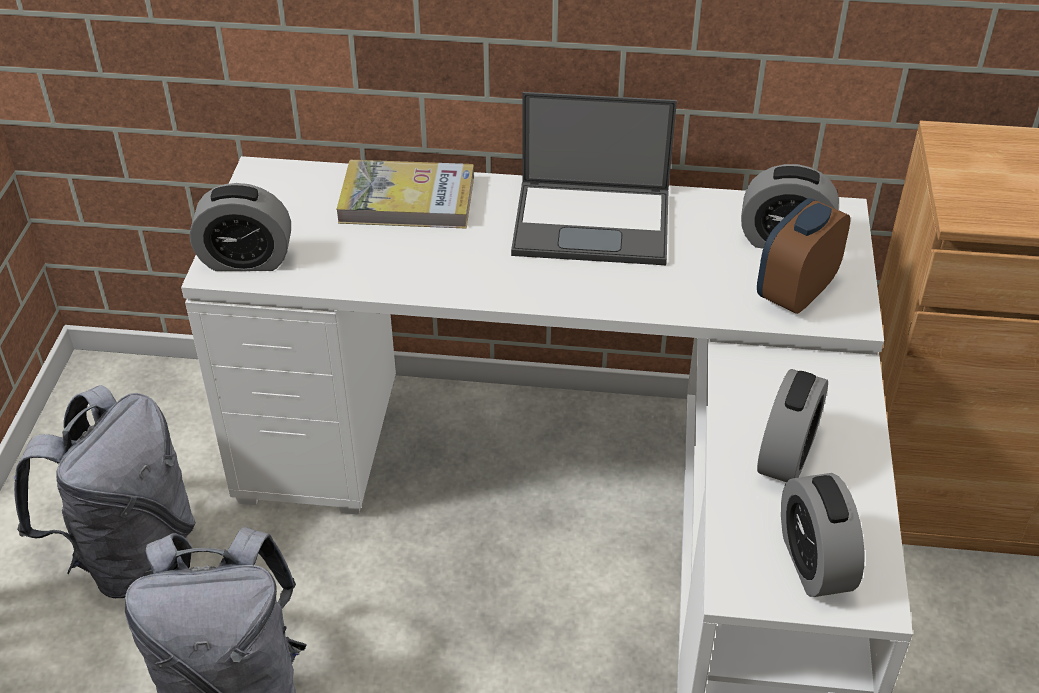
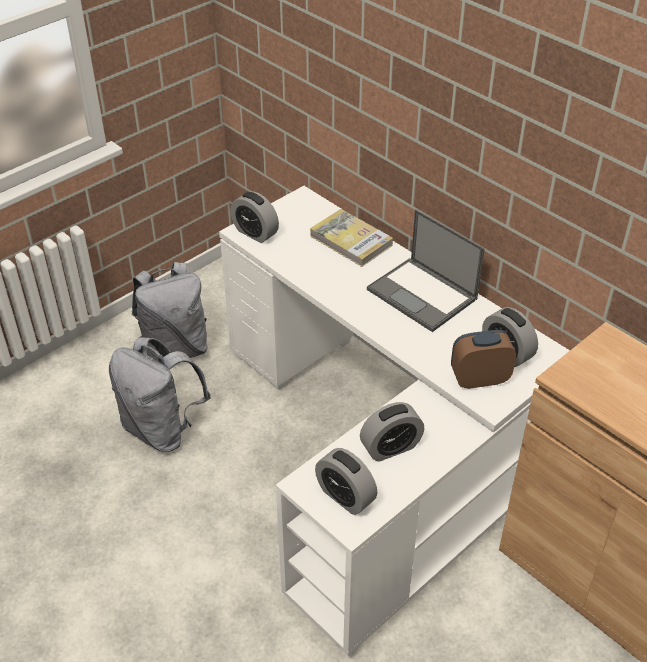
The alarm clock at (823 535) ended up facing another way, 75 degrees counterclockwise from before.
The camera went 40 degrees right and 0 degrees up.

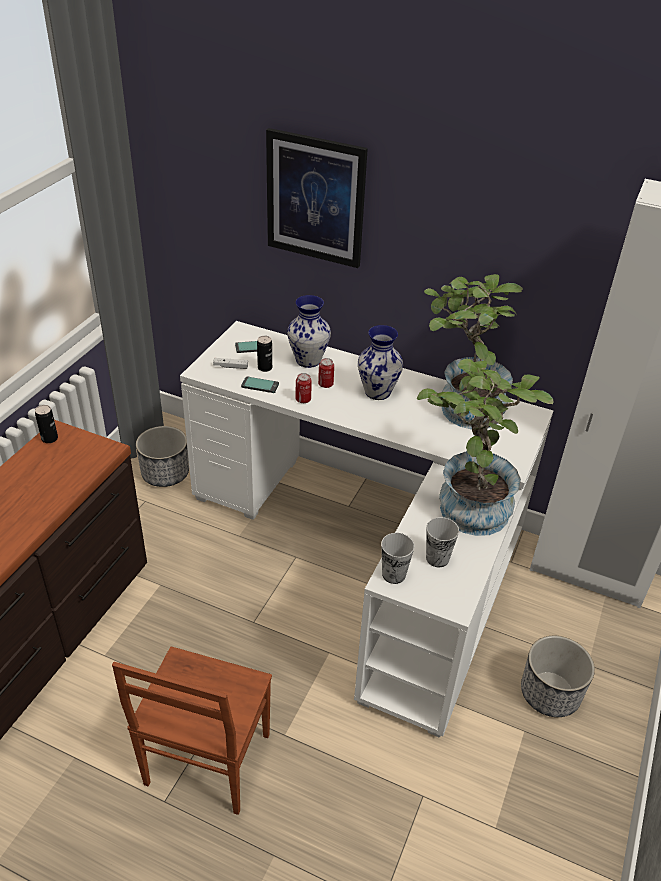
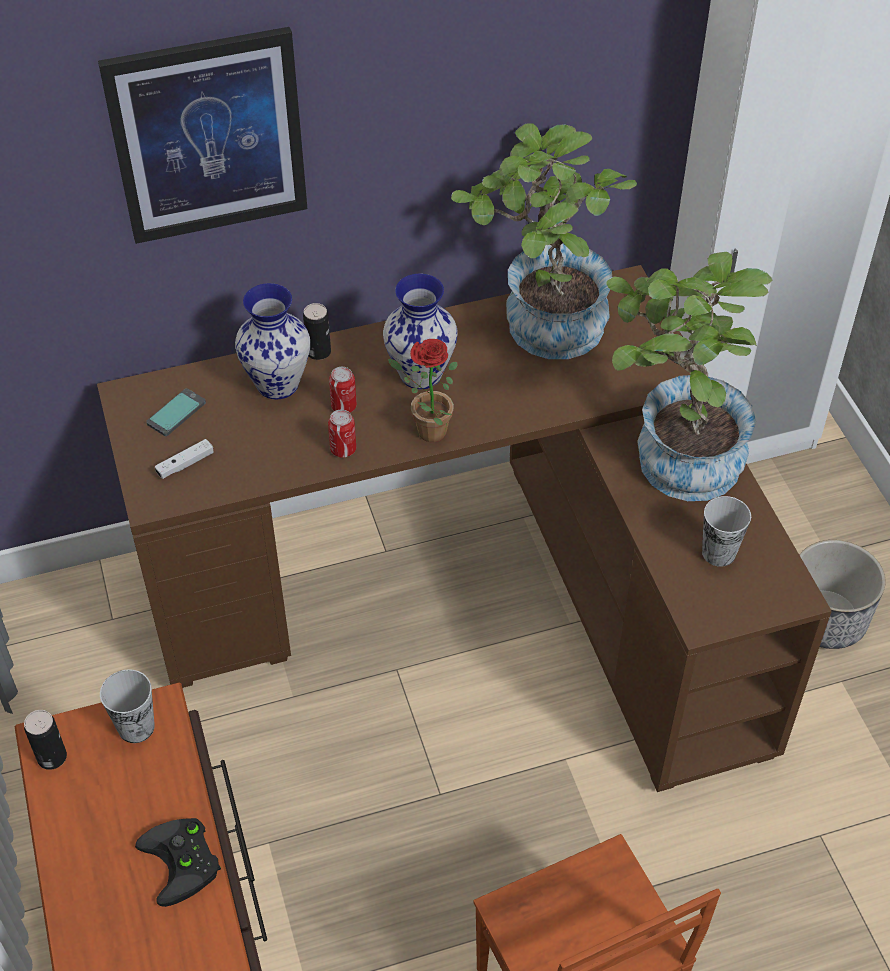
What was the white desk at (366 529) turned into the brown desk at (464 528).
The cup ended up elsewhere, having gone from (398 558) to (127 706).
The second view gained the black game controller at (178 862).
The can ended up elsewhere, having gone from (264 354) to (317 331).
The second view gained the potted plant at (423 390).
The second view lost the planter at (162 456).
The second view lost the phone at (260 385).
The camera went 40 degrees left and 10 degrees up.

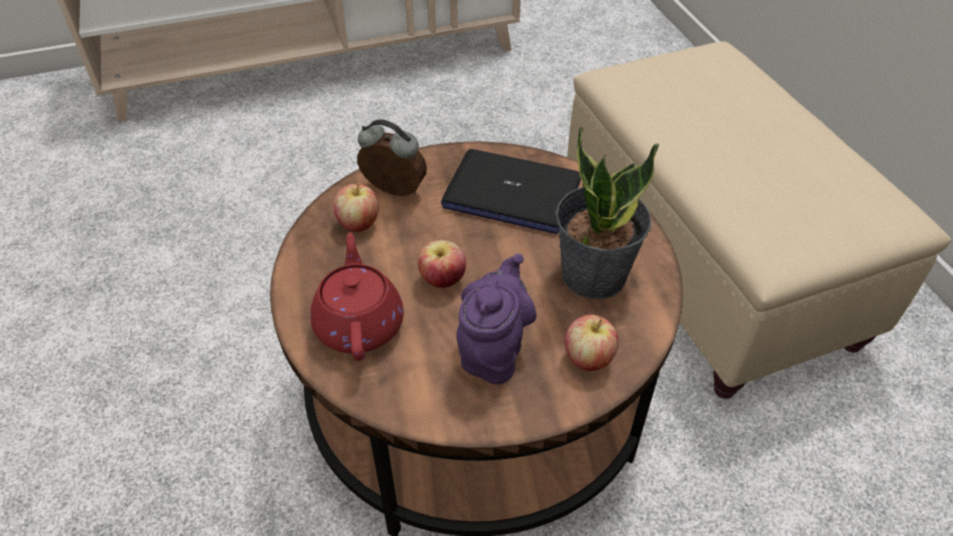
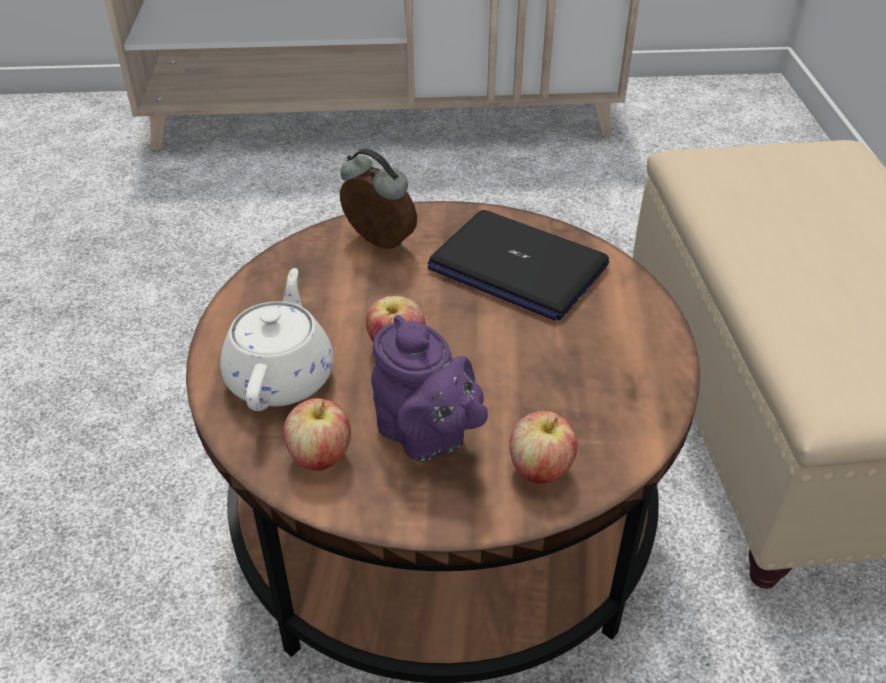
What was the red teapot at (356 297) turned into the white teapot at (277 339).
The apple ended up elsewhere, having gone from (356 207) to (317 434).
The purple teapot at (496 318) ended up facing another way, 105 degrees clockwise from before.
The second view lost the potted plant at (607 212).
The camera went 15 degrees right and 5 degrees down.

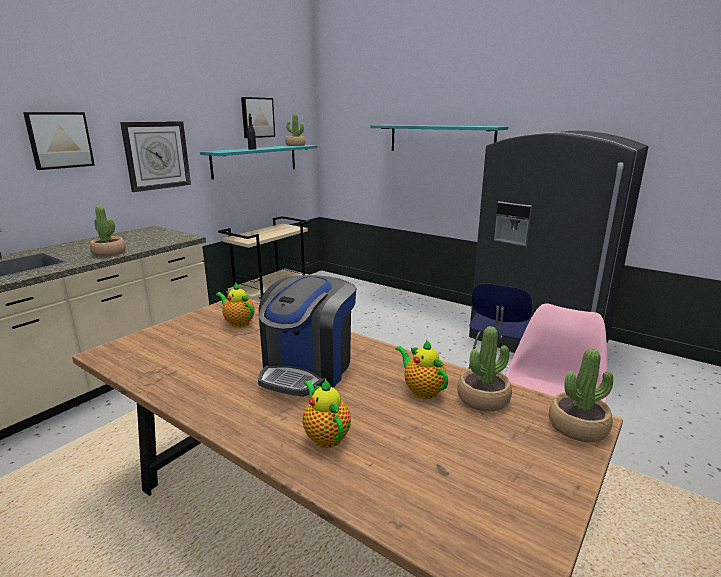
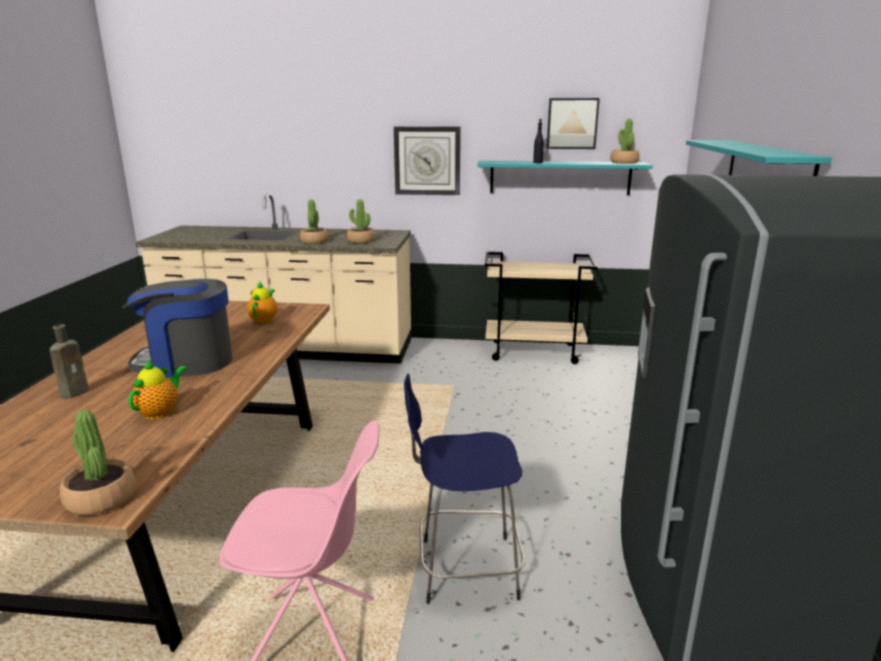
Where the teapot stood at (327 413), the brown bottle came to stand at (69 361).
The potted plant ended up elsewhere, having gone from (484 369) to (361 221).
The second view lost the picture at (59 141).
The camera went 60 degrees right and 0 degrees up.

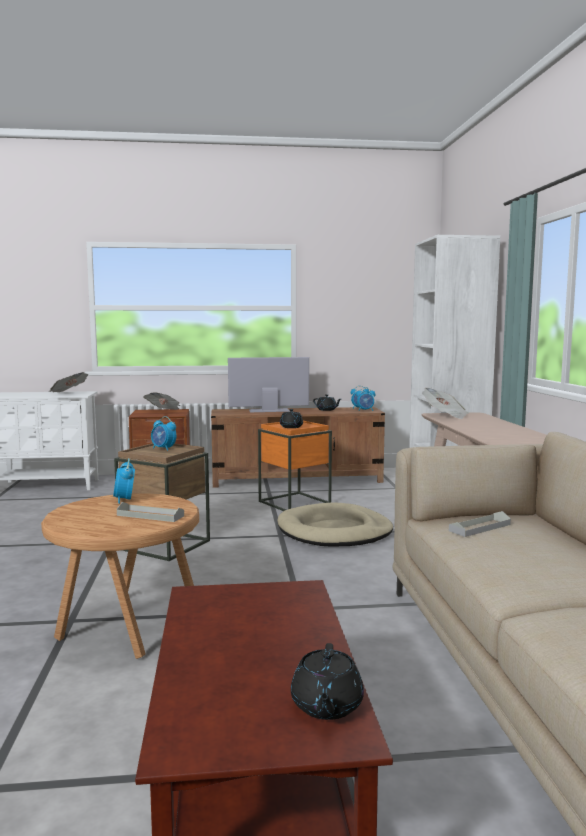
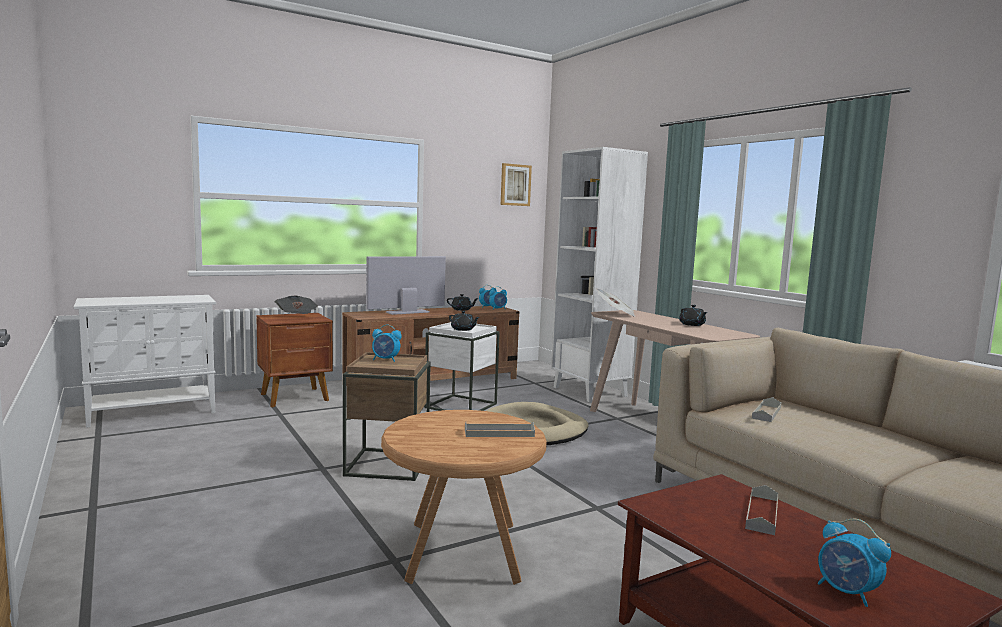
What was the orange side table at (295 466) turned into the white side table at (462 366).
The second view gained the picture at (516 184).
The black teapot ended up elsewhere, having gone from (327 681) to (693 315).
The second view gained the grey tray at (761 510).
The alarm clock ended up elsewhere, having gone from (124 481) to (854 563).
The second view lost the newspaper at (68 382).
The camera went 25 degrees left and 0 degrees up.

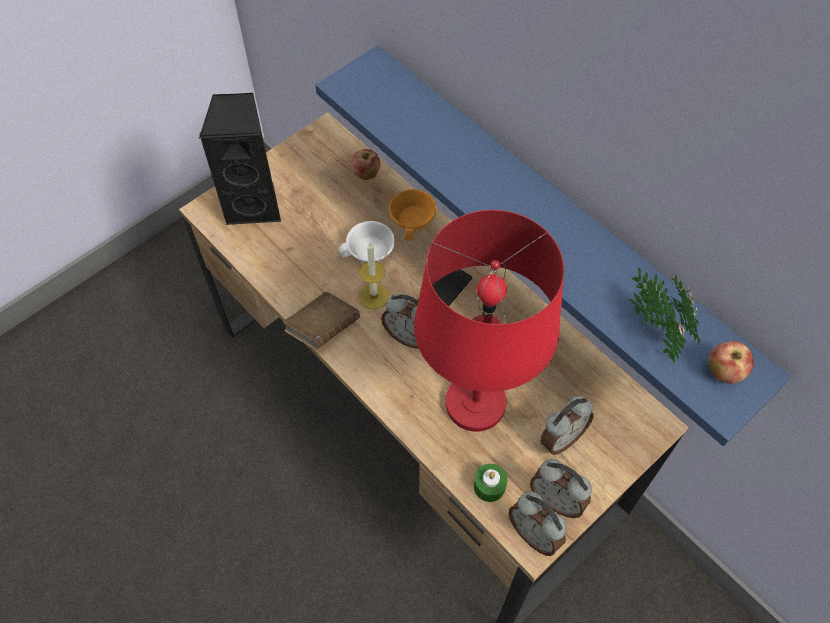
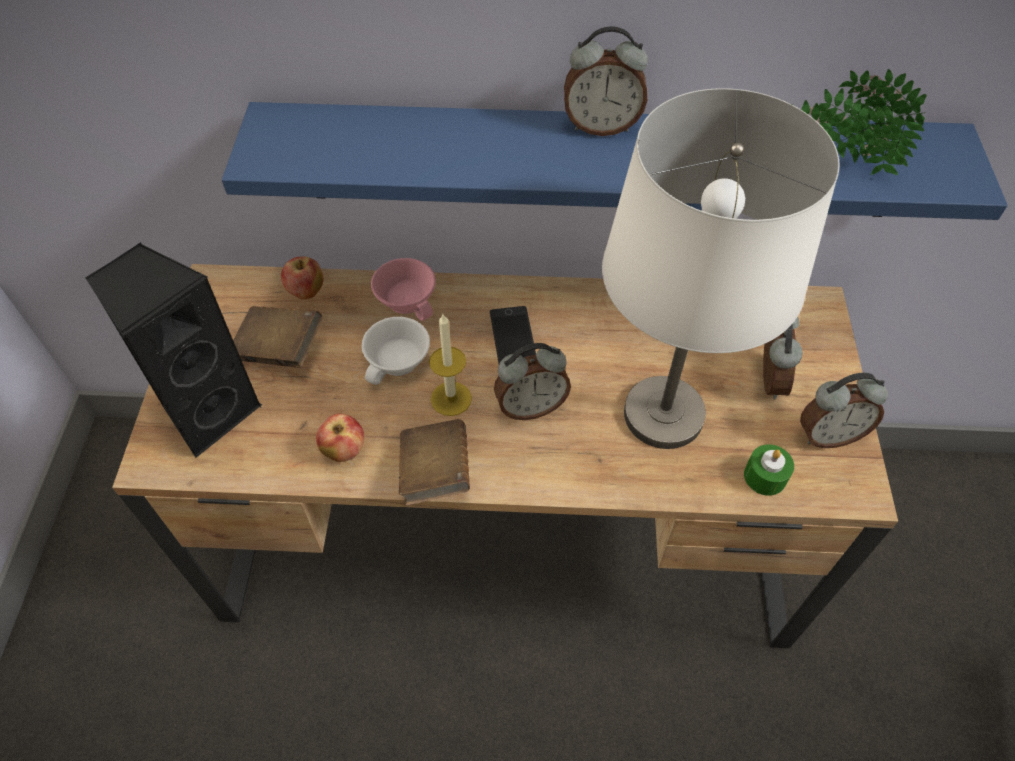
The second view gained the brown book at (277 337).
The apple ended up elsewhere, having gone from (731 362) to (340 438).
What was the orange cup at (413 215) turned into the pink cup at (403 289).
The alarm clock ended up elsewhere, having gone from (538 524) to (606 81).
What was the red table lamp at (489 321) turned into the white table lamp at (720 268).
The camera went 45 degrees left and 5 degrees down.

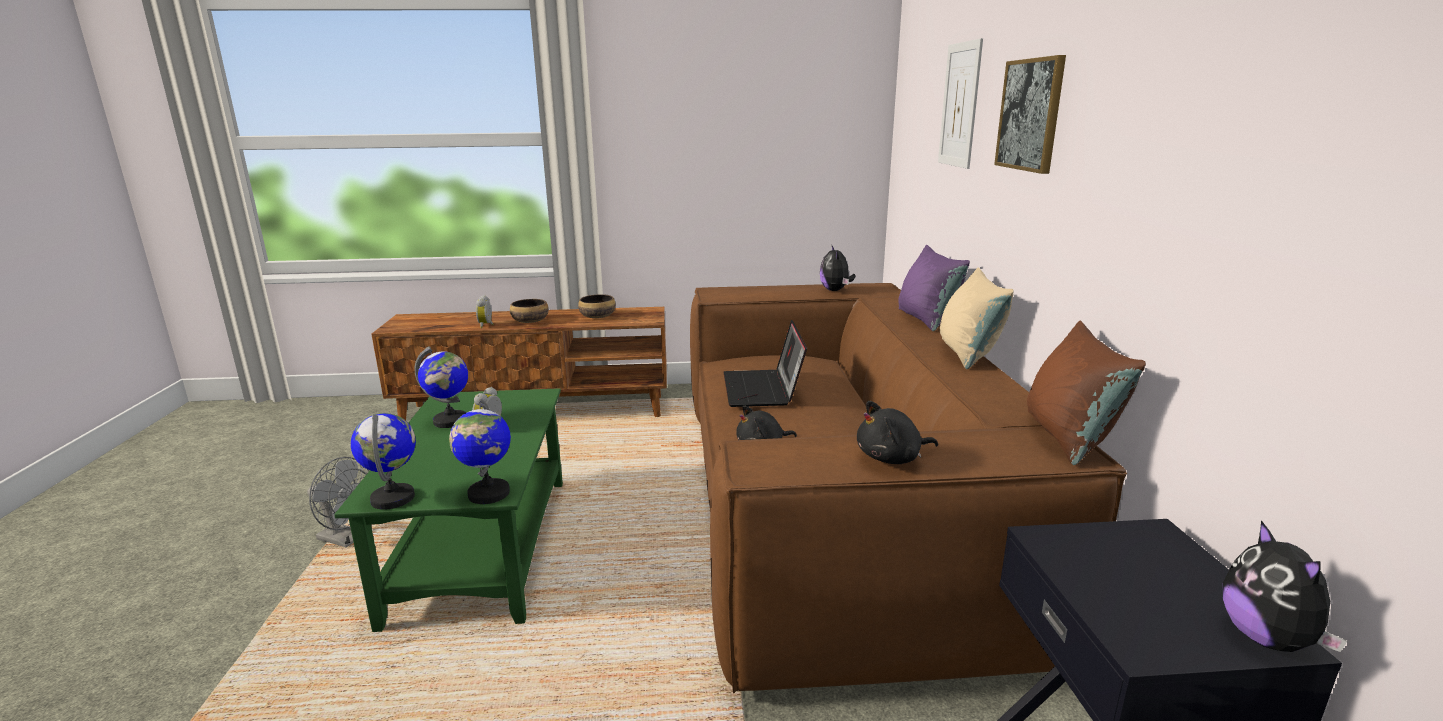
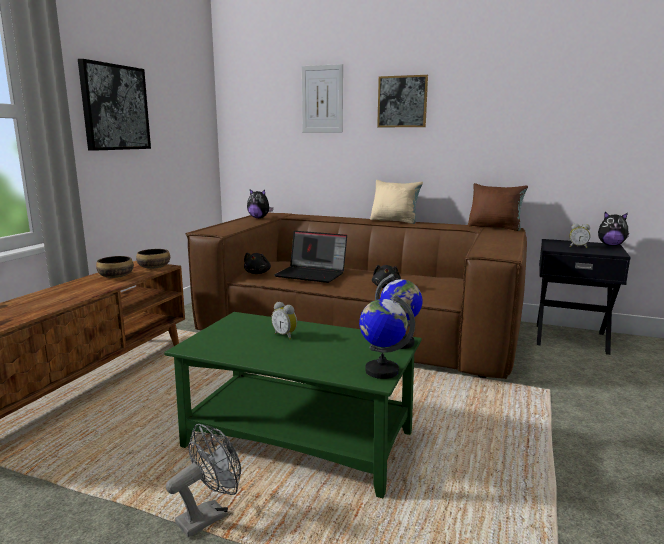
The second view gained the picture at (114 105).
The bowl ended up elsewhere, having gone from (529 311) to (153 259).
The black plush toy ended up elsewhere, having gone from (897 432) to (257 263).
The alarm clock ended up elsewhere, having gone from (485 311) to (579 236).
The second view lost the globe at (441 387).
The second view lost the purple pillow at (934 288).
The camera went 65 degrees left and 5 degrees down.

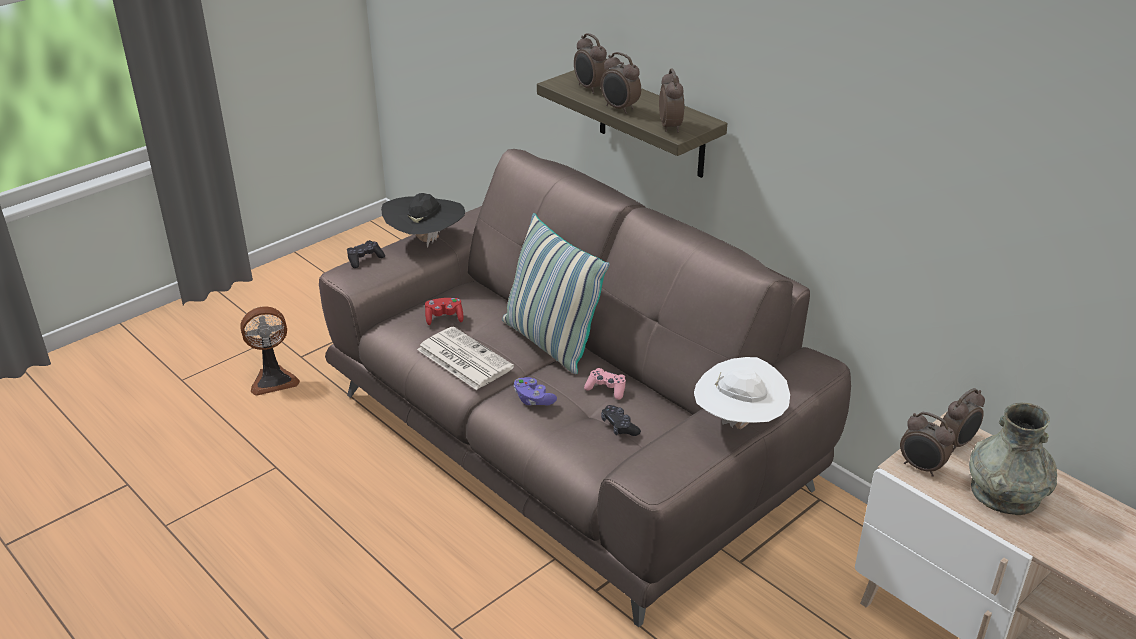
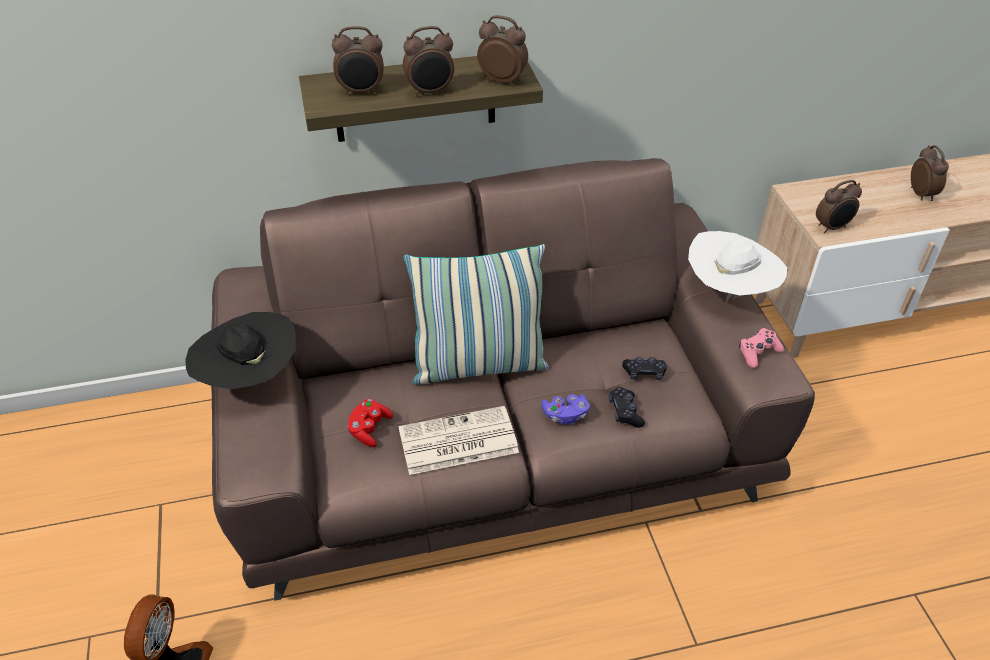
The black game controller ended up elsewhere, having gone from (366 254) to (627 407).
The pink game controller ended up elsewhere, having gone from (605 384) to (761 348).
The alarm clock ended up elsewhere, having gone from (962 420) to (930 173).
The second view lost the grey vase at (1013 458).
The camera went 60 degrees left and 10 degrees up.

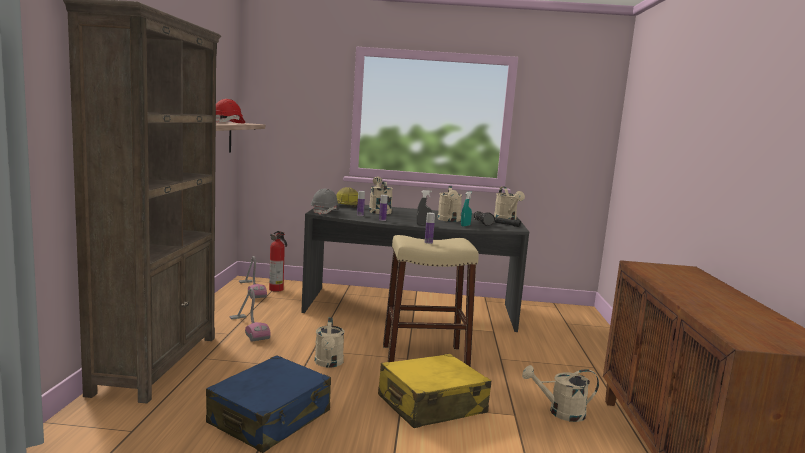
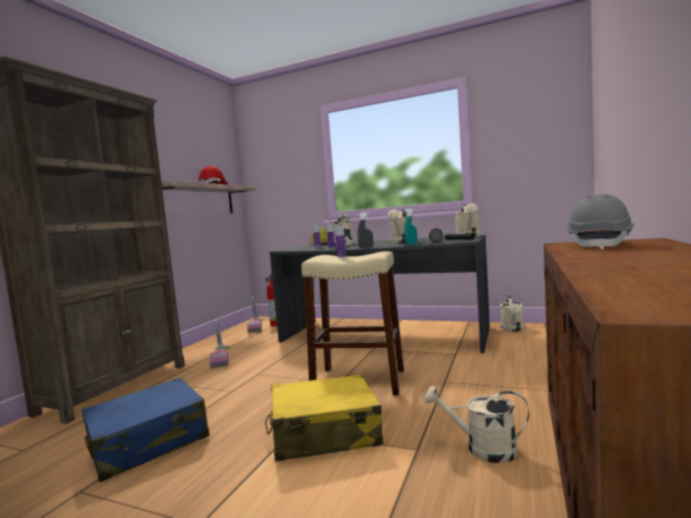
The beige watering can ended up elsewhere, having gone from (329 342) to (512 314).
The grey hard hat ended up elsewhere, having gone from (325 202) to (600 221).
The camera went 20 degrees right and 5 degrees down.

